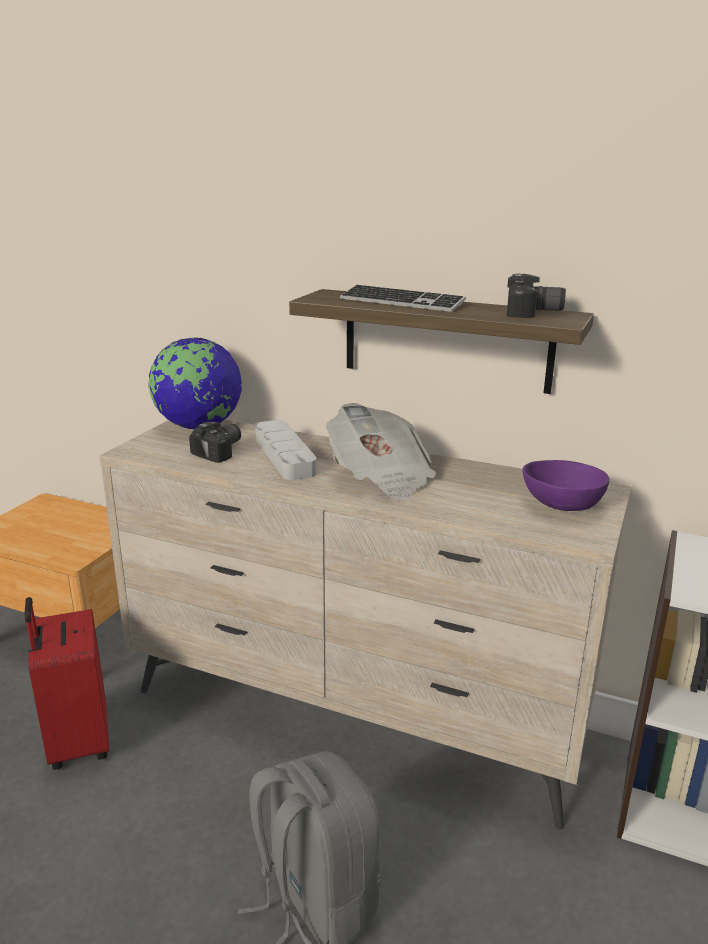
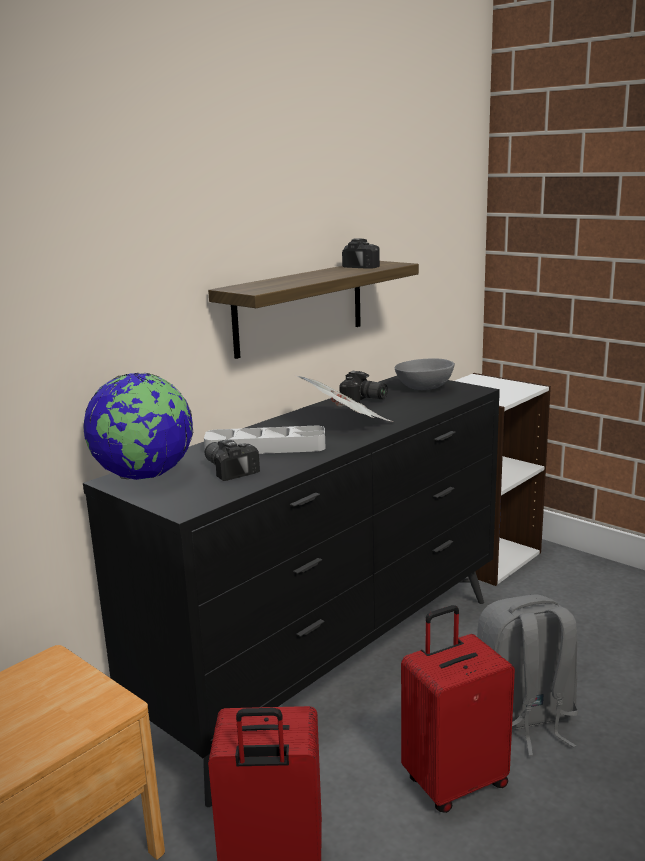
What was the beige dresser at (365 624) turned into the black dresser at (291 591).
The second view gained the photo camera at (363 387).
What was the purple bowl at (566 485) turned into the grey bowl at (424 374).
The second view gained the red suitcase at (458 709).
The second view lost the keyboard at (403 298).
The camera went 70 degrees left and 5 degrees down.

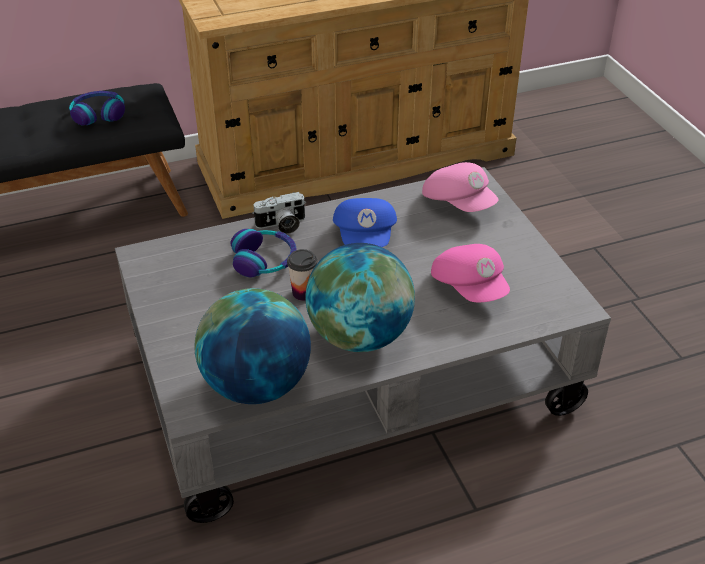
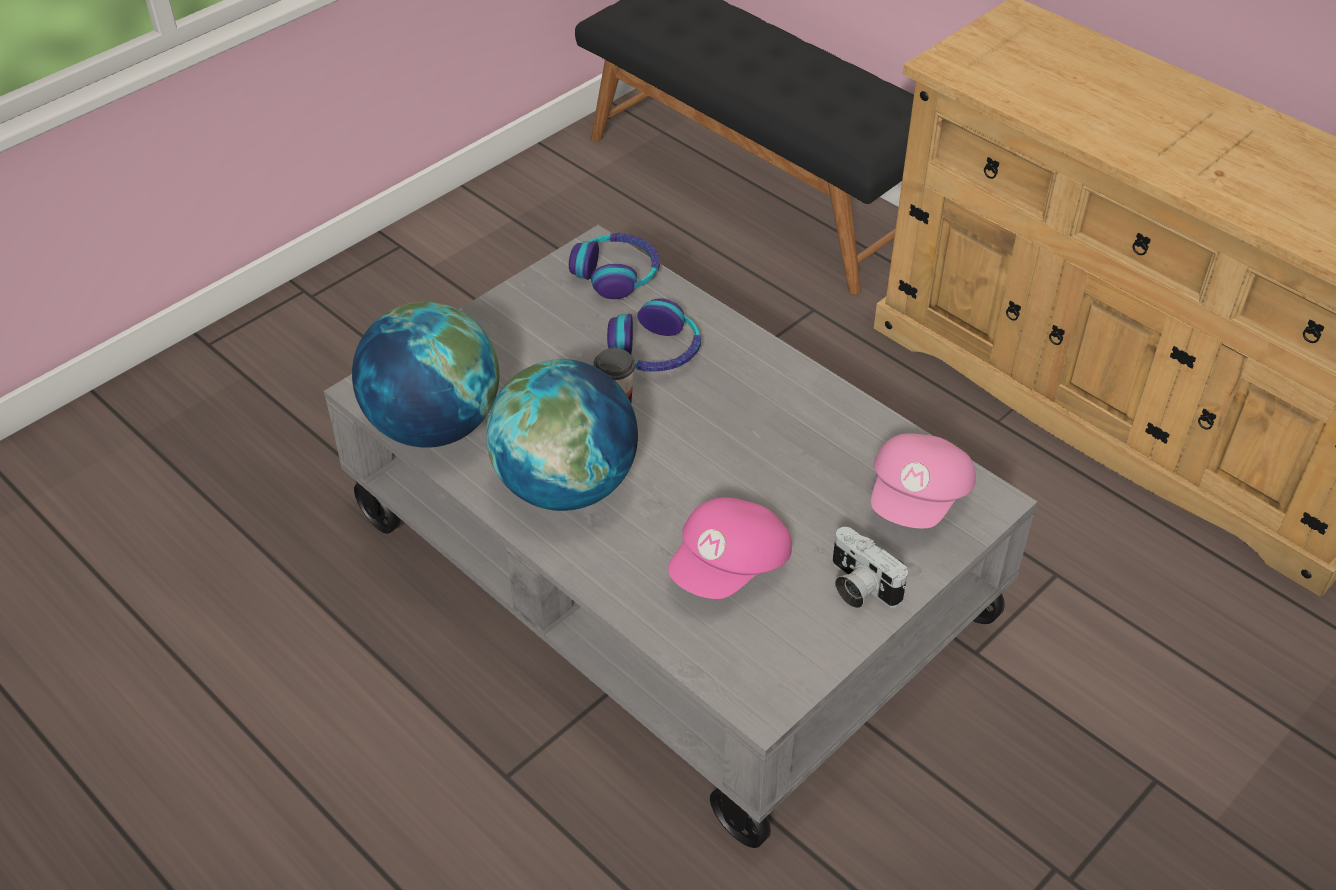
The headphones ended up elsewhere, having gone from (97 108) to (614 266).
The photo camera ended up elsewhere, having gone from (278 213) to (870 567).
The second view lost the blue cap at (365 222).
The camera went 65 degrees right and 5 degrees up.

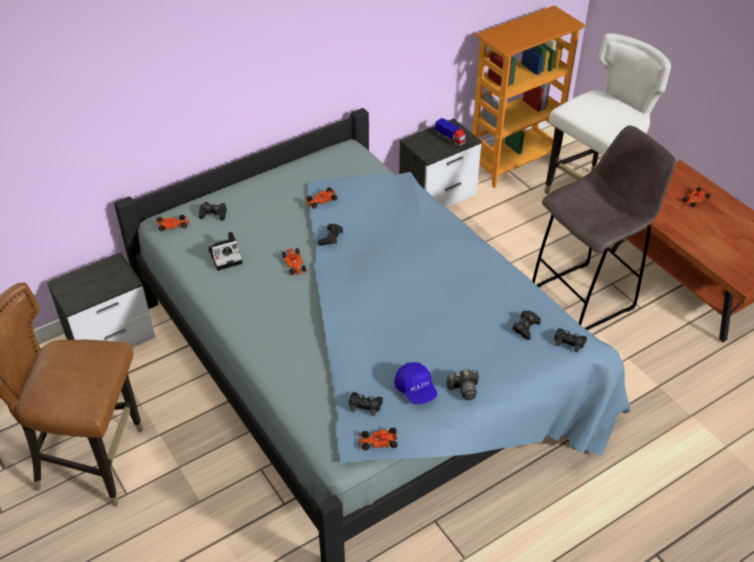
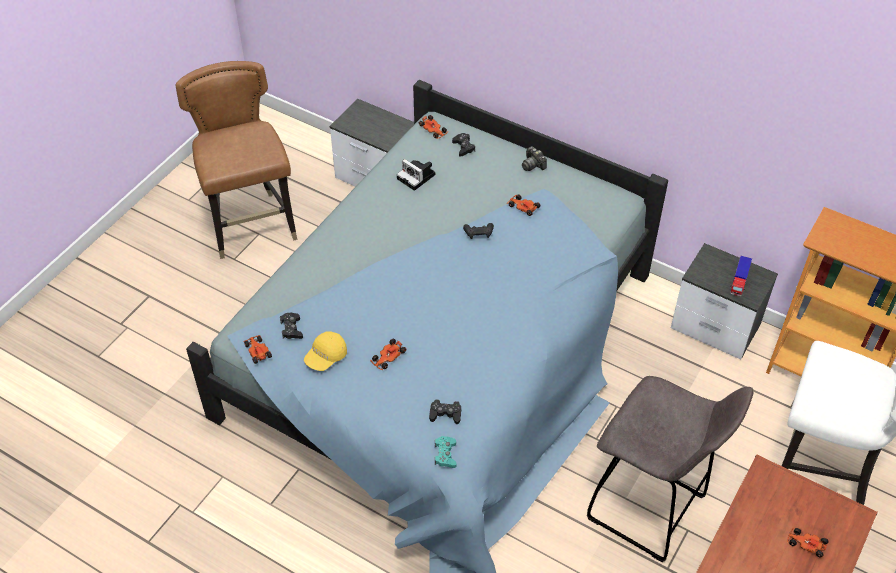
What was the blue cap at (415 383) turned into the yellow cap at (325 351).
The toy car ended up elsewhere, having gone from (294 262) to (388 354).
What was the black game controller at (570 340) turned into the turquoise game controller at (446 452).
The photo camera ended up elsewhere, having gone from (462 384) to (534 158).
The camera went 65 degrees right and 5 degrees up.

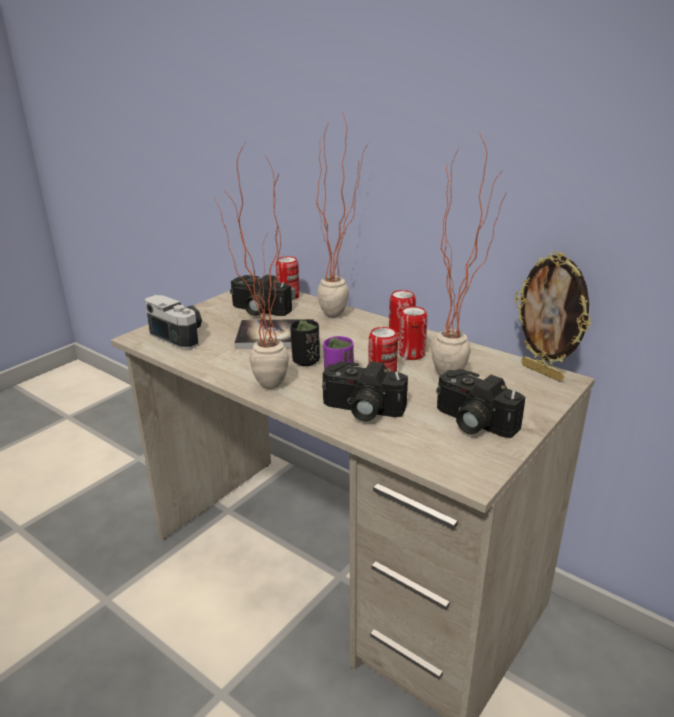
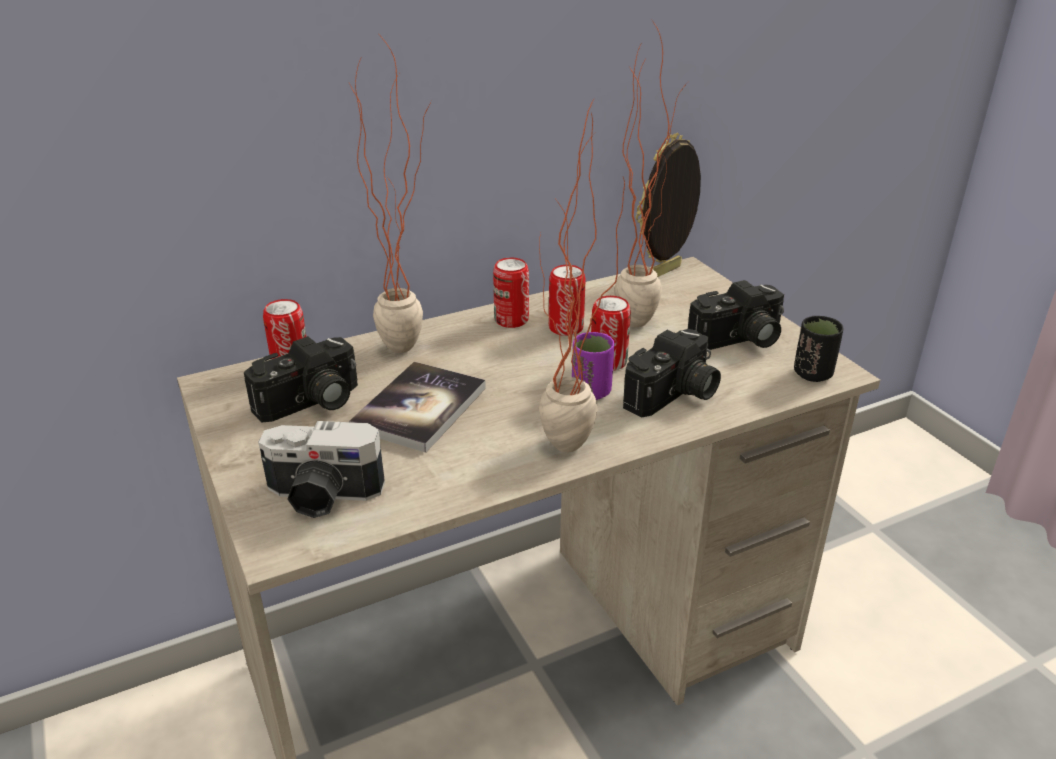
The photo camera at (173 322) ended up facing another way, 150 degrees counterclockwise from before.
The picture frame at (553 316) ended up facing another way, 150 degrees clockwise from before.
The black cup ended up elsewhere, having gone from (305 342) to (819 349).
The camera went 65 degrees left and 5 degrees up.

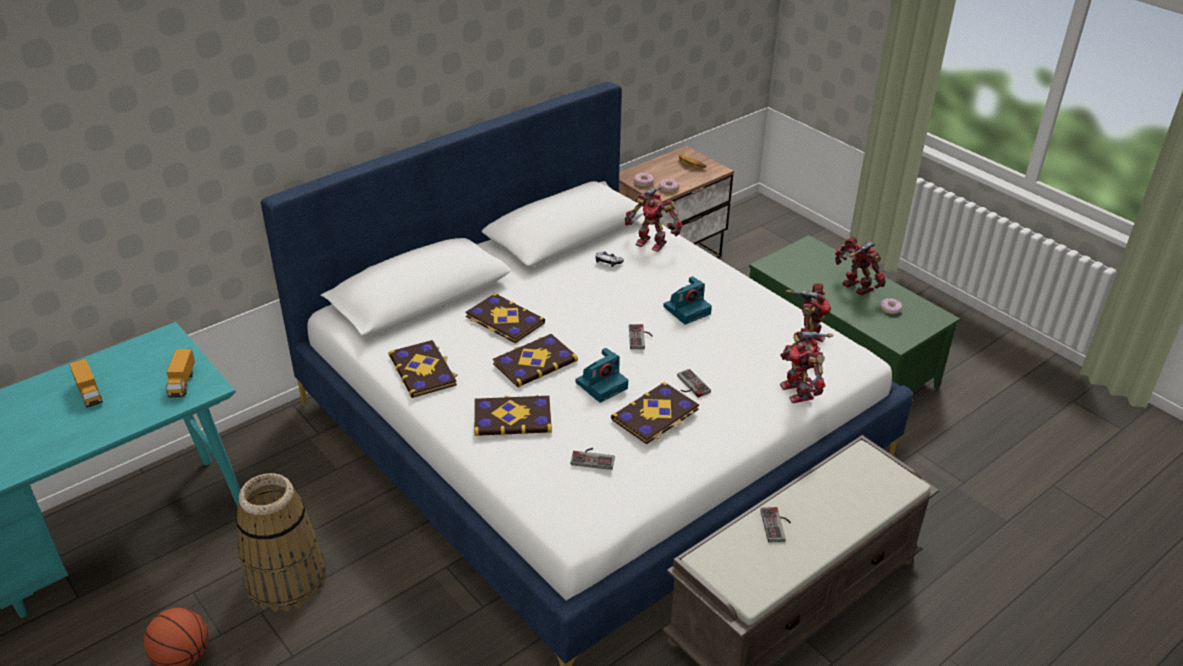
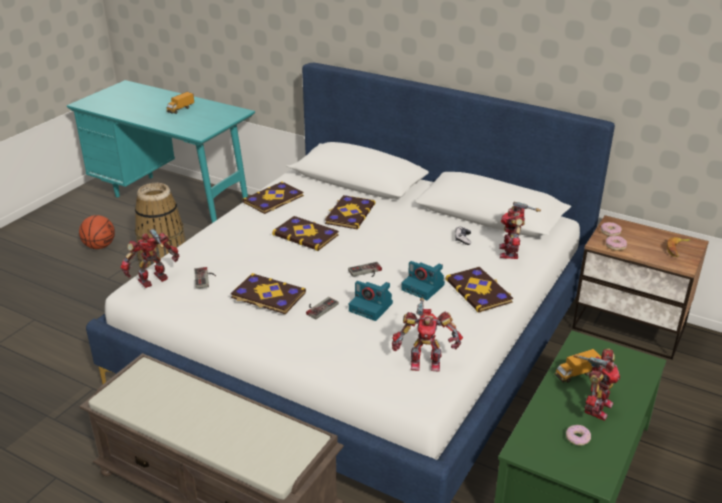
The toy robot ended up elsewhere, having gone from (806 367) to (150 258).
The photo camera ended up elsewhere, having gone from (602 375) to (371 301).
The book ended up elsewhere, having gone from (513 415) to (479 290).
The toy truck ended up elsewhere, having gone from (180 373) to (578 365).
The second view lost the game controller at (775 524).
The camera went 70 degrees right and 5 degrees down.

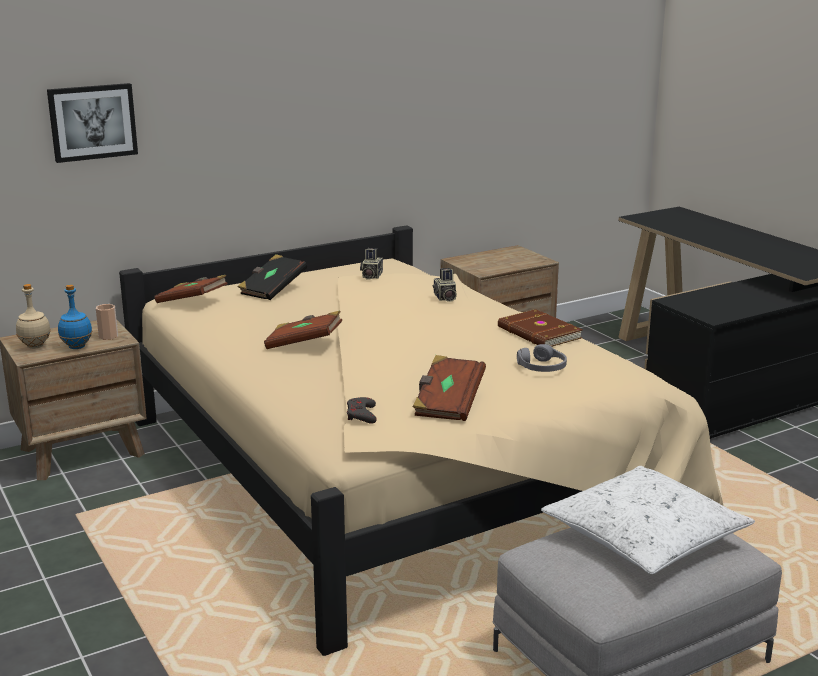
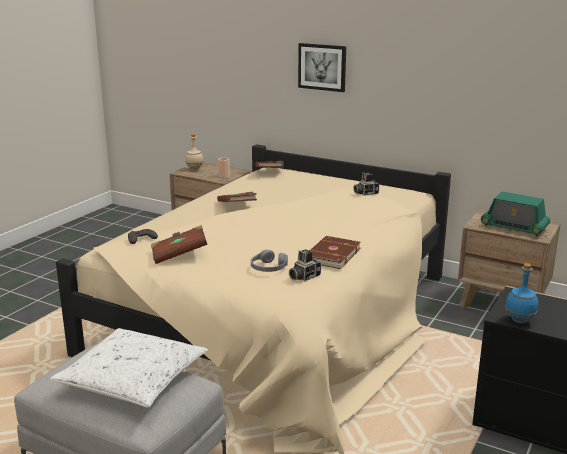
The photo camera ended up elsewhere, having gone from (444 285) to (305 265).
The picture ended up elsewhere, having gone from (92 123) to (322 67).
The second view gained the radio at (515 213).
The blue bottle ended up elsewhere, having gone from (75 317) to (521 293).
The second view lost the black book at (272 277).
The camera went 60 degrees right and 0 degrees up.

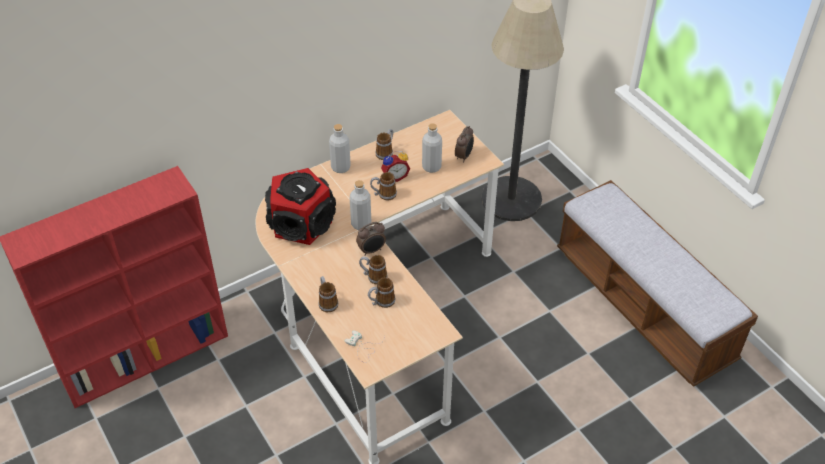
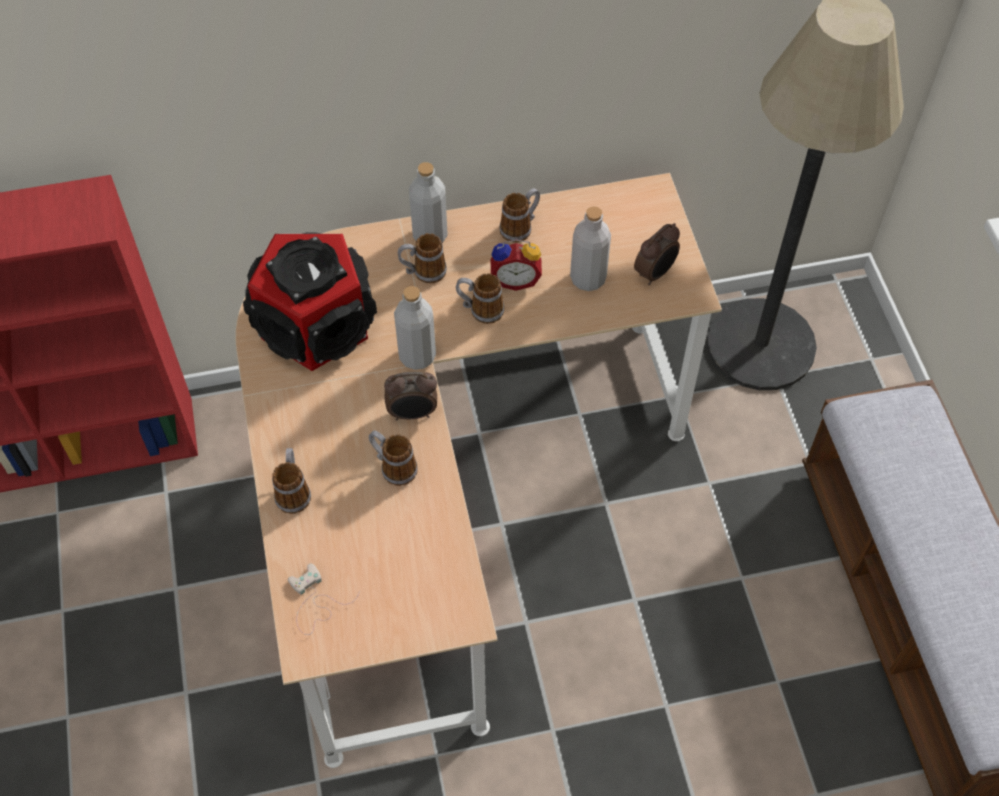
The mug ended up elsewhere, having gone from (381 292) to (422 258).
The camera went 20 degrees right and 10 degrees up.

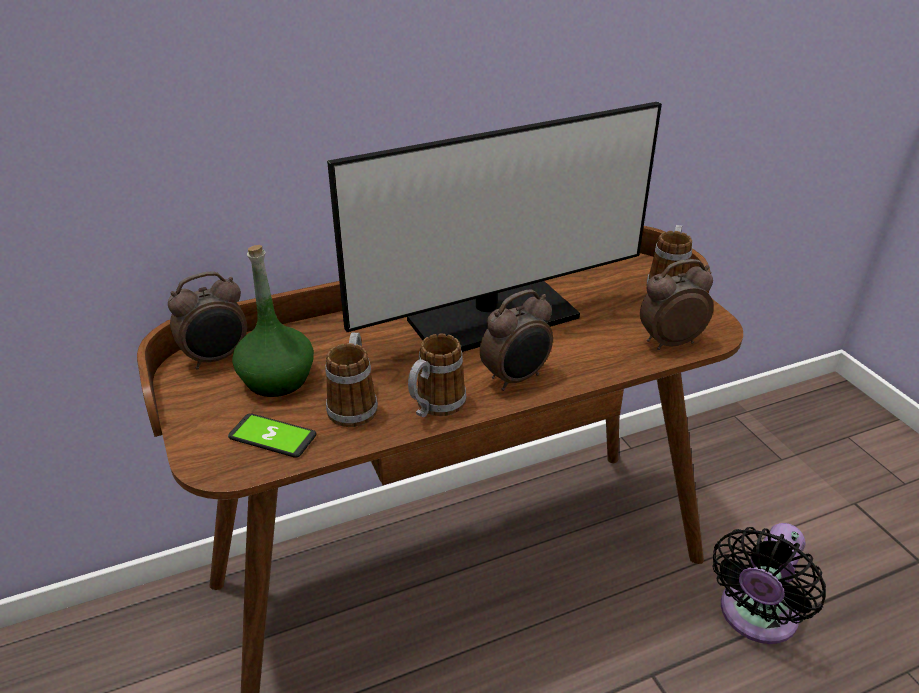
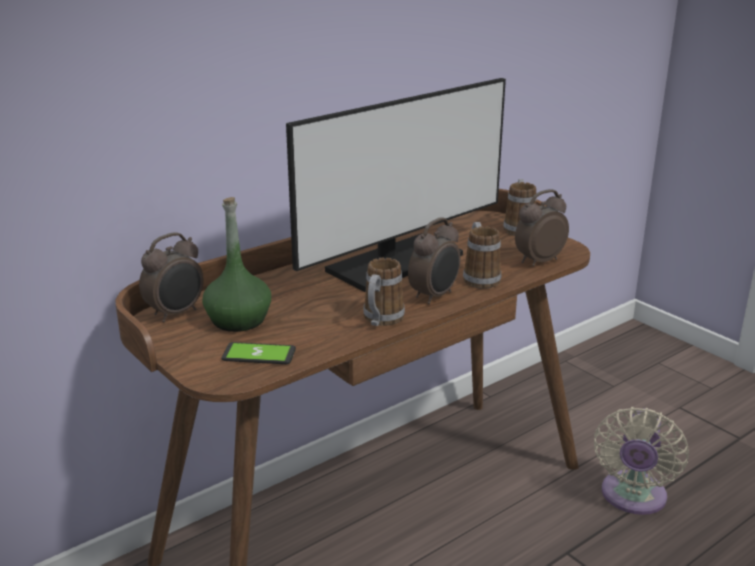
The mug ended up elsewhere, having gone from (351 380) to (482 255).
What was the black fan at (769 583) turned into the beige fan at (641 461).
The camera went 15 degrees left and 10 degrees down.

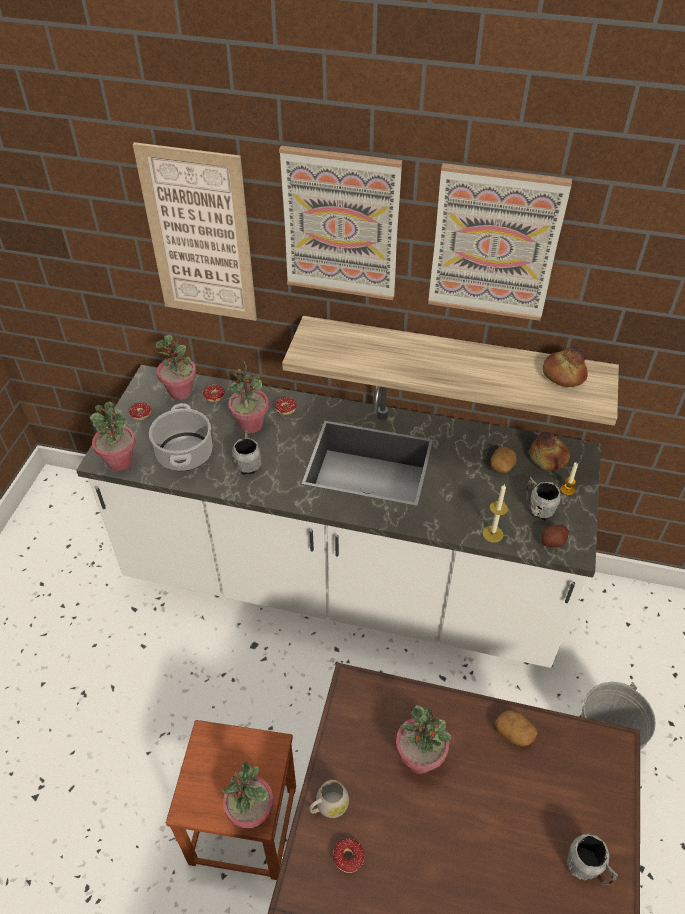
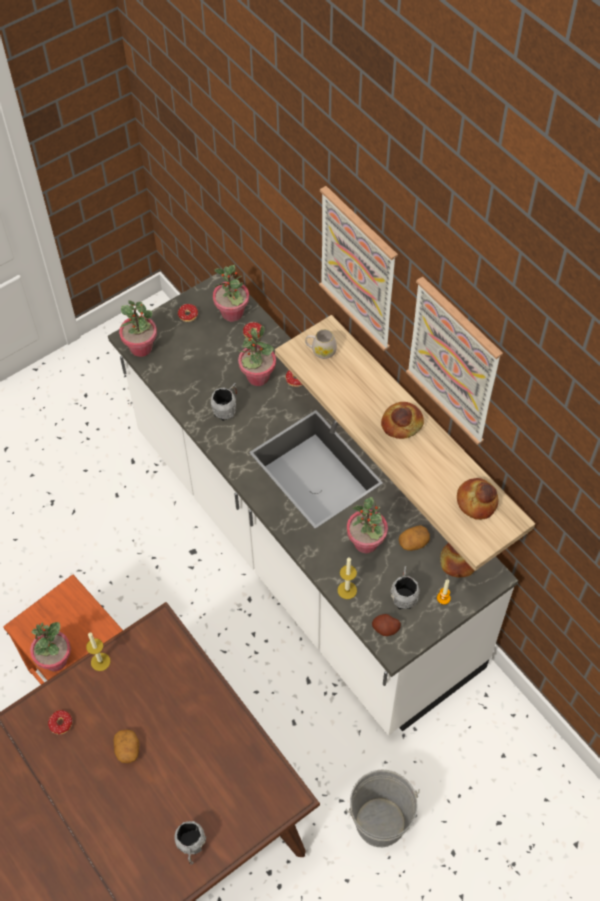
The second view gained the candle at (98 651).
The potato ended up elsewhere, having gone from (516 728) to (127 746).
The white mug ended up elsewhere, having gone from (329 799) to (321 344).
The potted plant ended up elsewhere, having gone from (423 739) to (367 525).
The second view gained the bread at (402 420).
The second view lost the picture at (195 231).
The second view lost the cooking pot at (180 437).
The camera went 40 degrees right and 10 degrees up.

